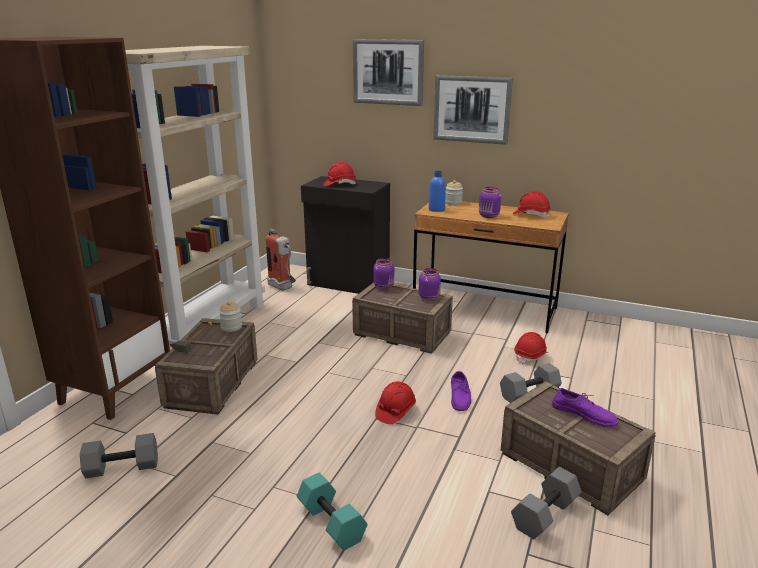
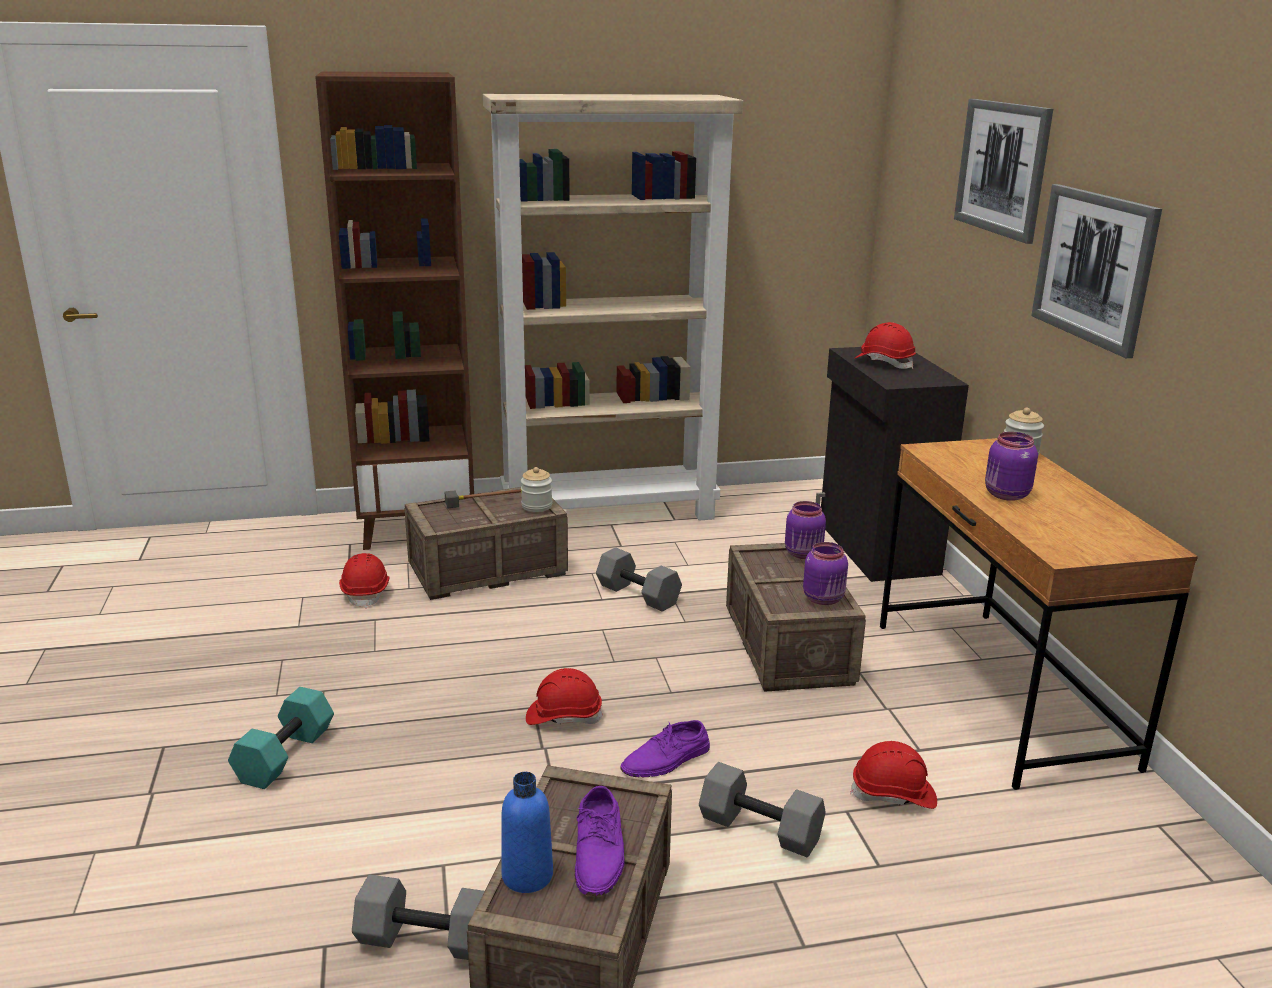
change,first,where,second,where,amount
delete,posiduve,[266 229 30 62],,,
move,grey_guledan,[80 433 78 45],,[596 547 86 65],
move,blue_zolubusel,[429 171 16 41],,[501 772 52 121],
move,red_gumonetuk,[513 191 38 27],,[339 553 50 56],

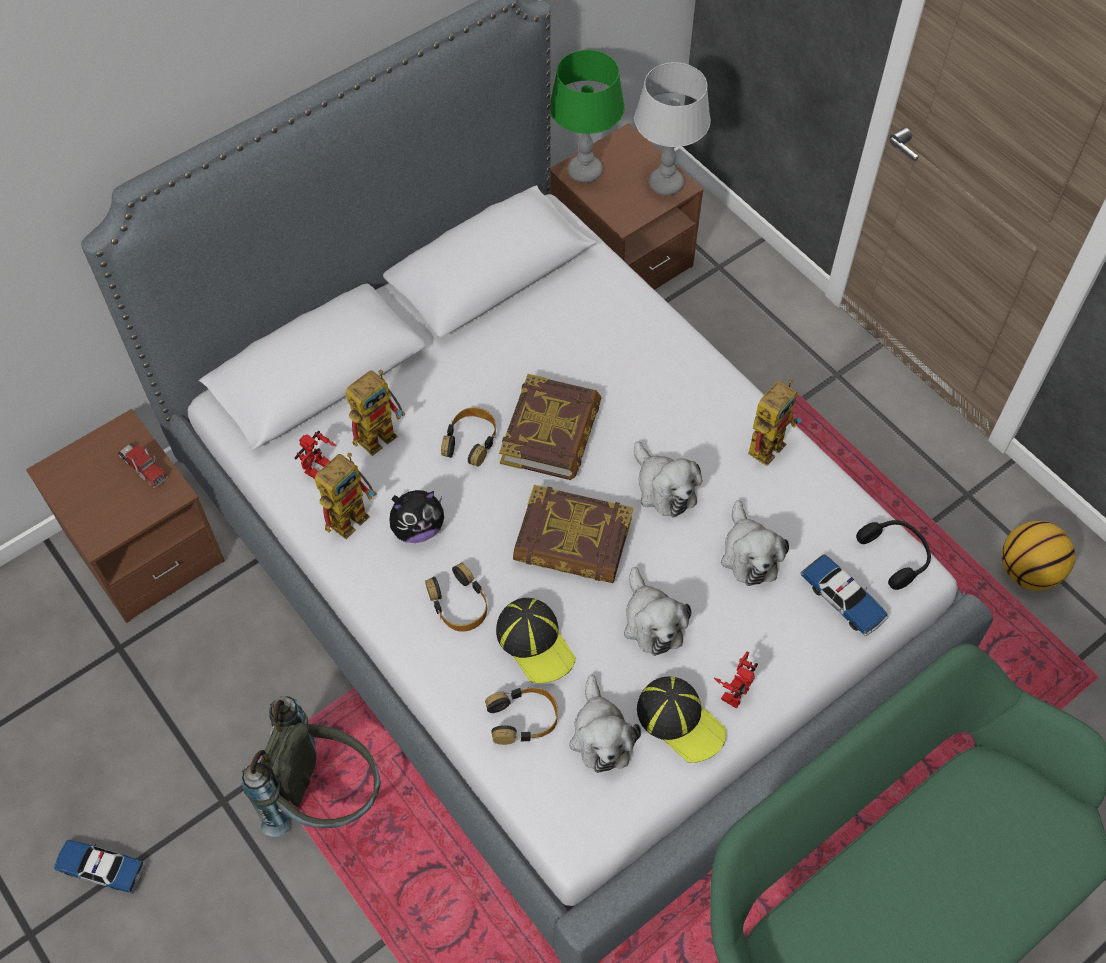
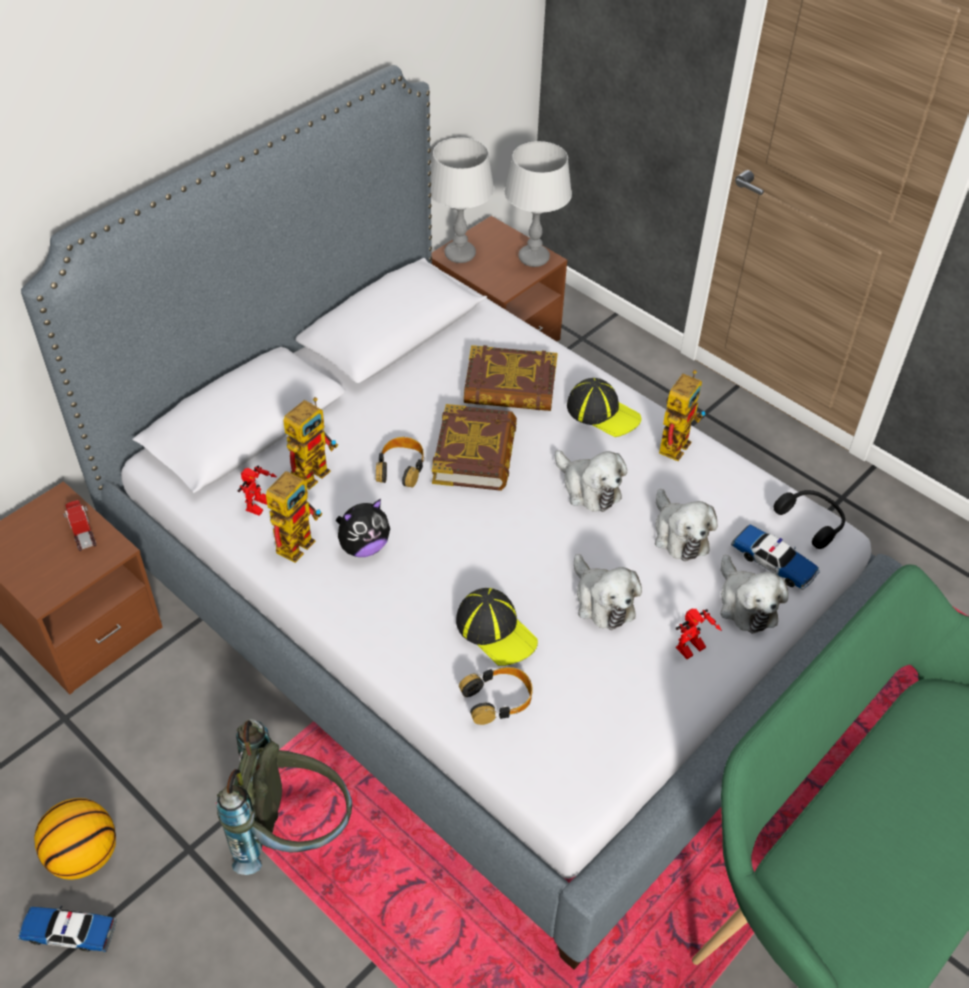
change,first,where,second,where,amount
delete,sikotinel,[425 563 62 69],,,
move,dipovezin,[513 485 120 98],,[464 345 94 66],
move,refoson,[569 675 72 98],,[720 555 68 79],
move,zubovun,[637 676 89 87],,[567 378 74 59],
move,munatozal,[1002 521 73 70],,[34 798 82 82],
recolor,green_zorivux,[550 50 75 133],grey_zorivux,[430 137 64 126],
rotate,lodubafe,[118 443 50 45],,[63 500 33 51],150 degrees counterclockwise
rotate,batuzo,[714 652 44 57],,[676 608 46 51],150 degrees counterclockwise

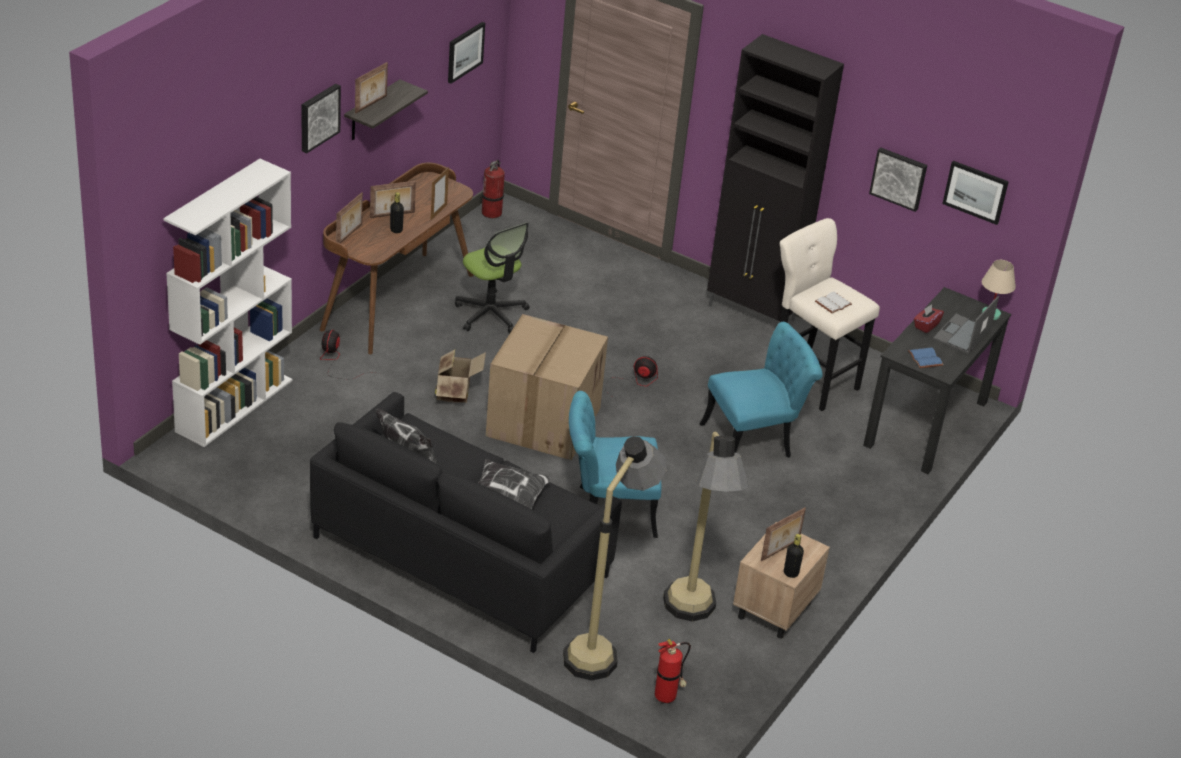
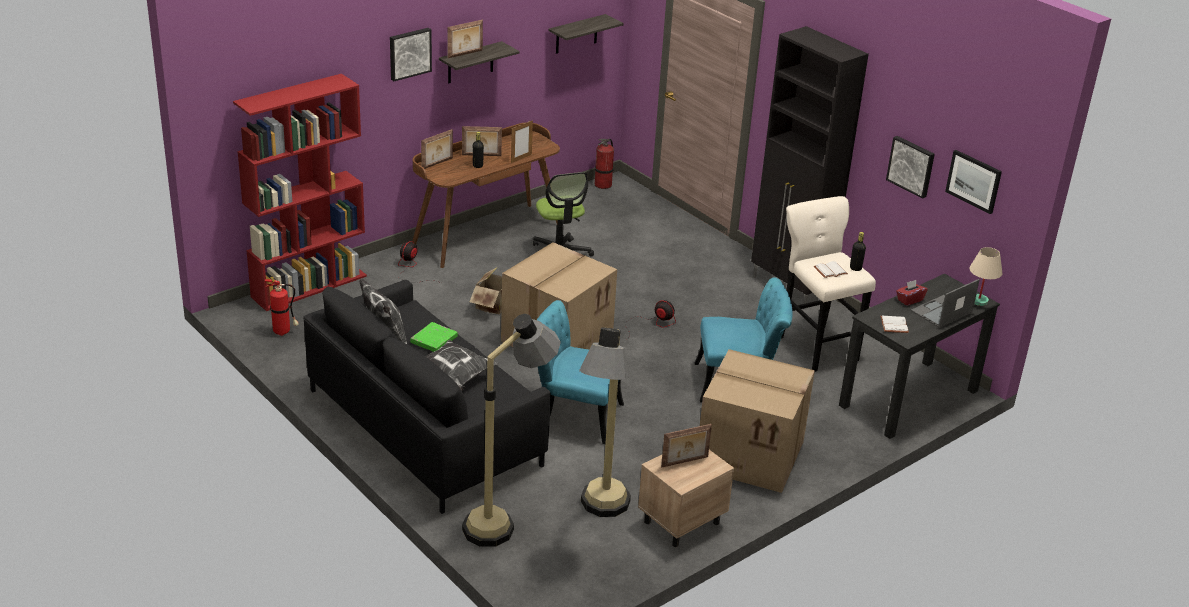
change,first,where,second,where,amount
insert,,,green_dipovezin,[410 322 48 30],
insert,,,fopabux,[700 349 115 144],
move,posiduve,[655 639 36 64],,[264 277 35 59],
move,black_zolubusel,[784 534 20 44],,[850 232 16 39],
replace,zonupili,[448 22 37 62],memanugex,[548 14 76 40],
recolor,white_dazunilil,[163 159 129 288],red_dazunilil,[233 74 134 237],
recolor,blue_dipovezin,[908 347 35 21],white_dipovezin,[880 316 29 17],

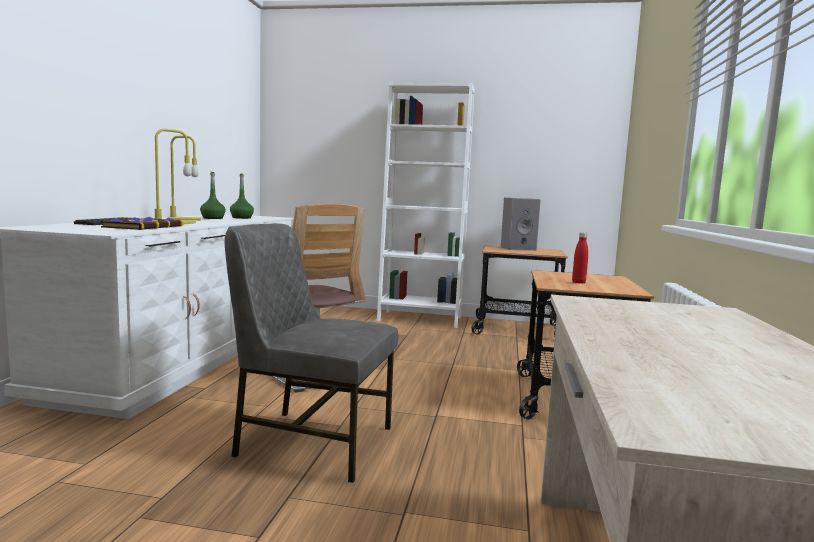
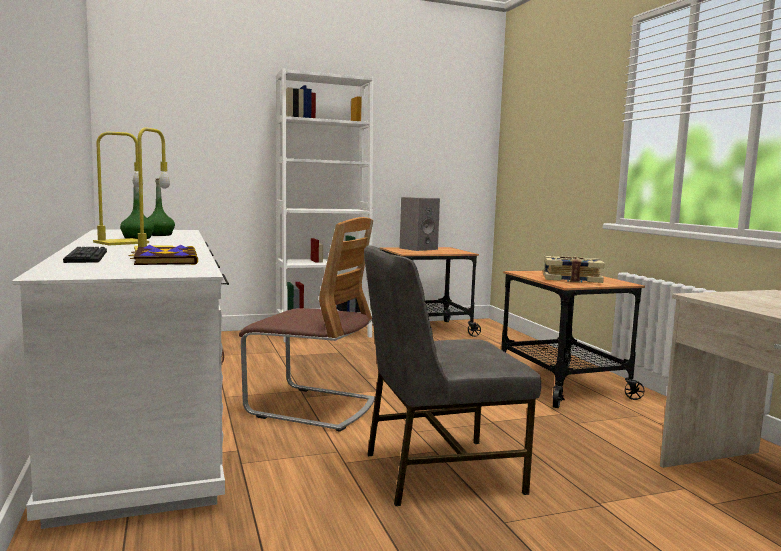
change,first,where,second,where,amount
replace,red_zolubusel,[572 232 16 52],dipovezin,[543 256 62 27],

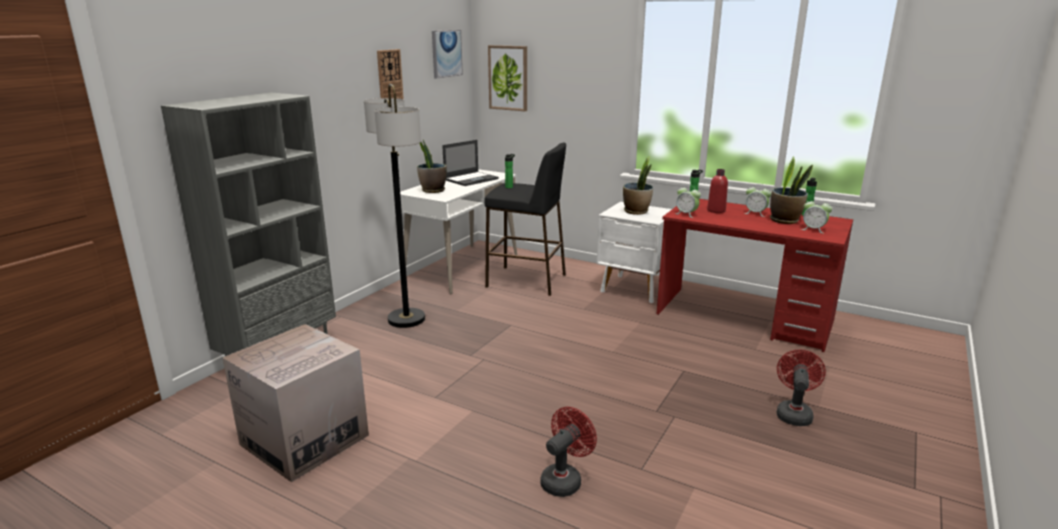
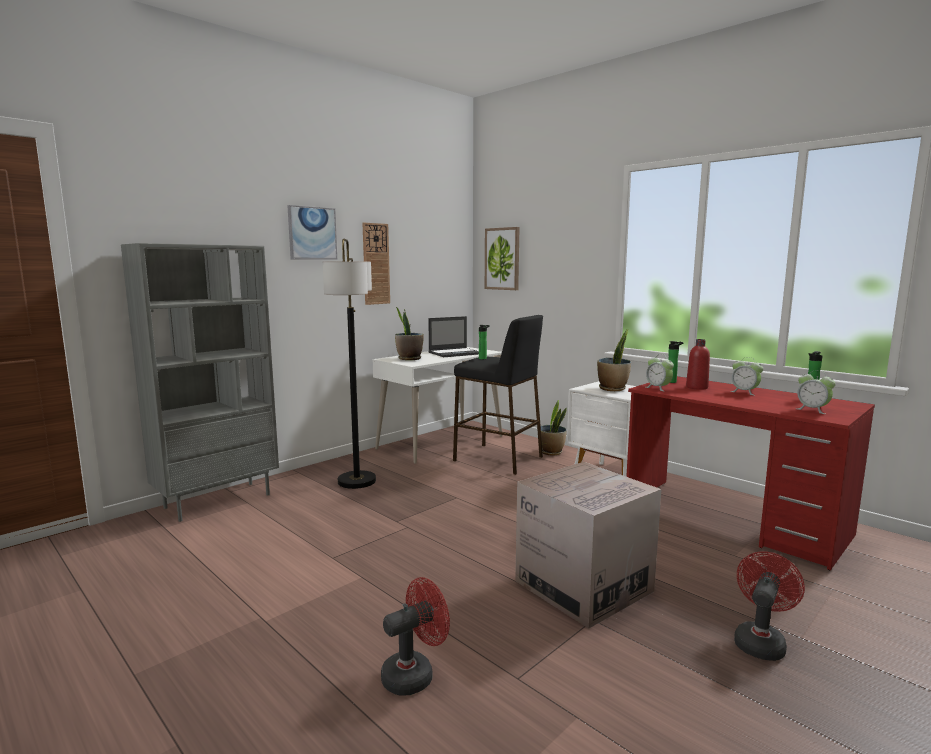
change,first,where,second,where,amount
move,fopabux,[223 324 146 158],,[515 462 146 167],
move,zonupili,[432 30 31 48],,[287 205 50 55],
move,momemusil,[770 156 43 68],,[541 400 26 56],

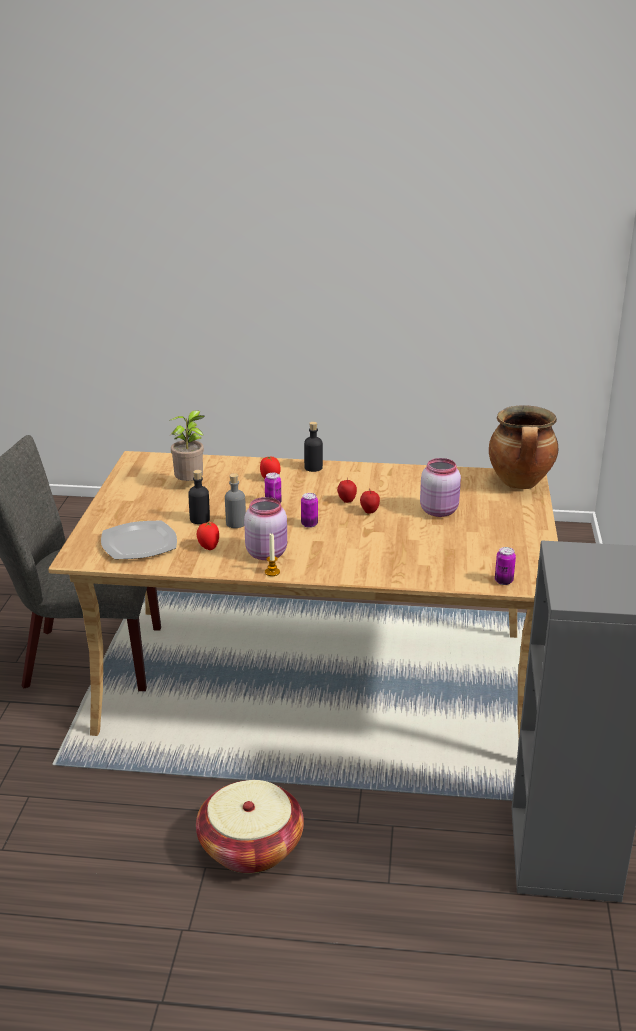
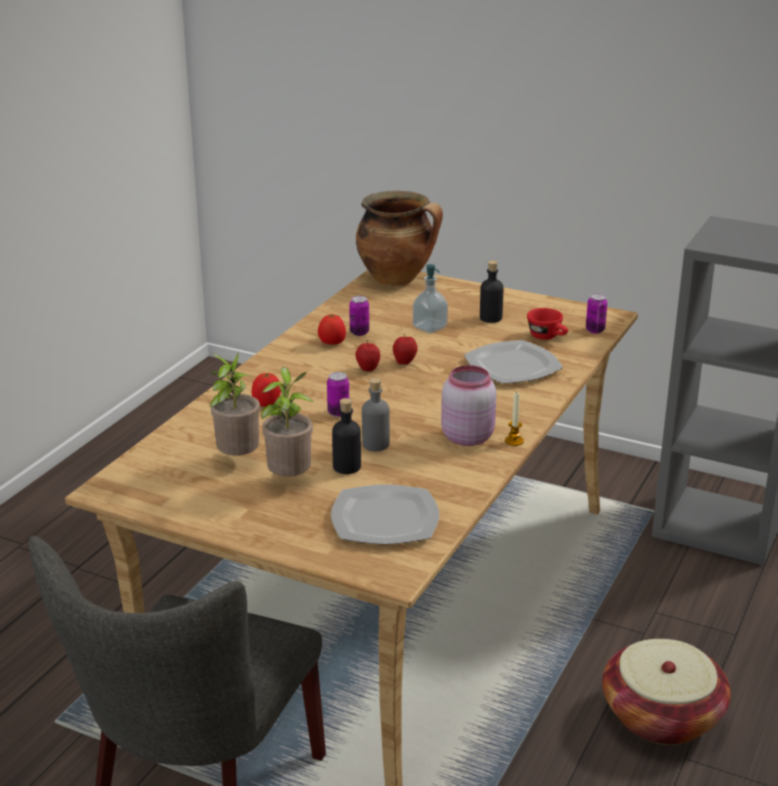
change,first,where,second,where,amount
insert,,,momemusil,[261 367 52 110],
insert,,,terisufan,[464 340 99 44],
insert,,,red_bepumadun,[527 308 41 32],
move,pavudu,[197 522 22 28],,[318 314 28 31],
move,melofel,[301 493 17 35],,[349 296 20 40],
move,black_zolubusel,[304 422 19 50],,[480 260 23 63],
replace,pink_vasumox,[420 458 41 59],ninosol,[412 264 36 70],

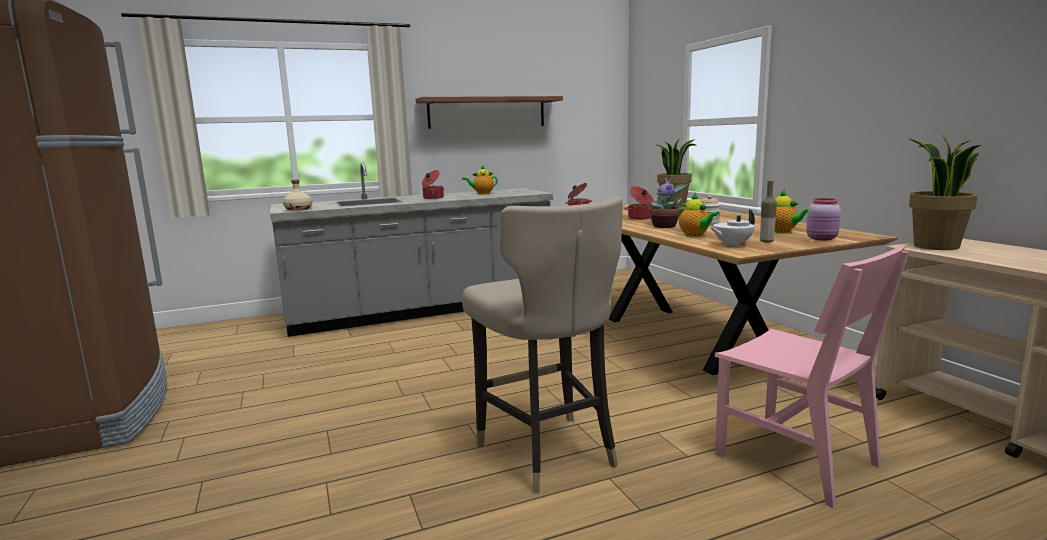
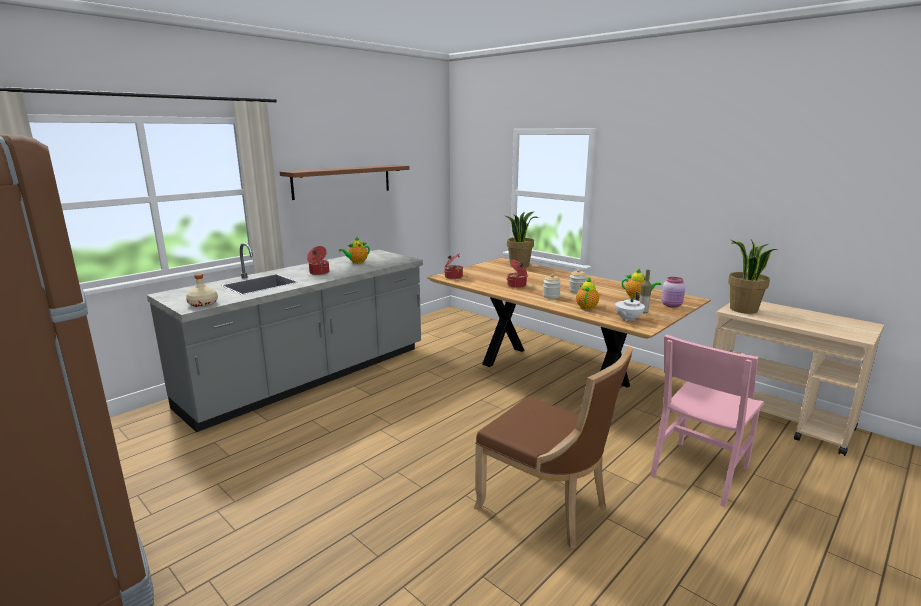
change,first,where,second,where,amount
replace,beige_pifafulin,[462 196 161 297],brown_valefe,[474 346 159 202],
replace,momemusil,[648 176 42 52],vasumox,[543 274 18 25],
rotate,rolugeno,[679 193 41 43],,[576 276 23 34],105 degrees counterclockwise
rotate,pink_valefe,[714 245 195 263],,[650 334 114 173],105 degrees clockwise

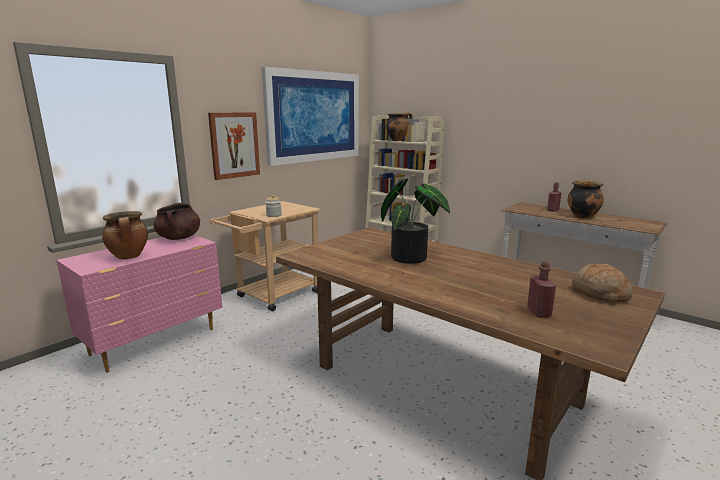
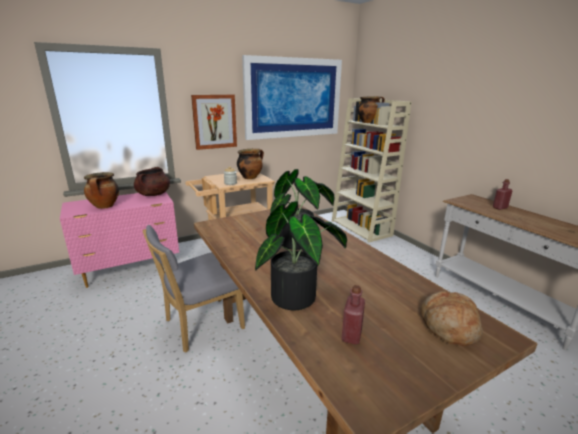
change,first,where,second,where,amount
insert,,,grey_valefe,[142 225 103 128],
insert,,,momemusil,[255 201 92 109],
move,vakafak,[568 180 36 39],,[237 149 27 30],

